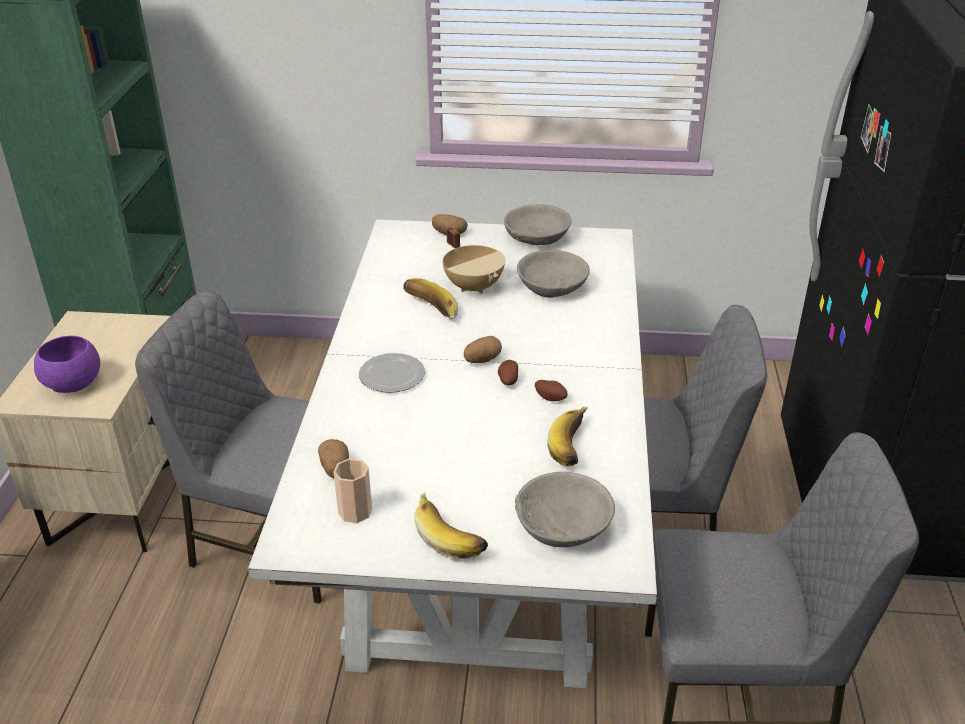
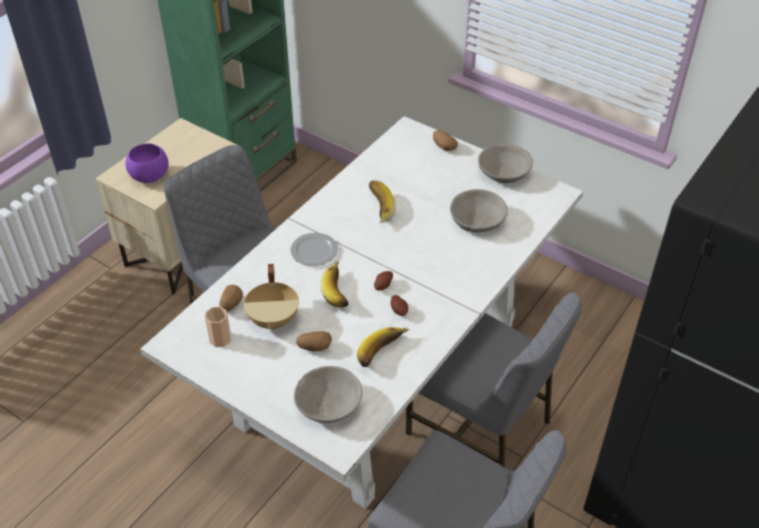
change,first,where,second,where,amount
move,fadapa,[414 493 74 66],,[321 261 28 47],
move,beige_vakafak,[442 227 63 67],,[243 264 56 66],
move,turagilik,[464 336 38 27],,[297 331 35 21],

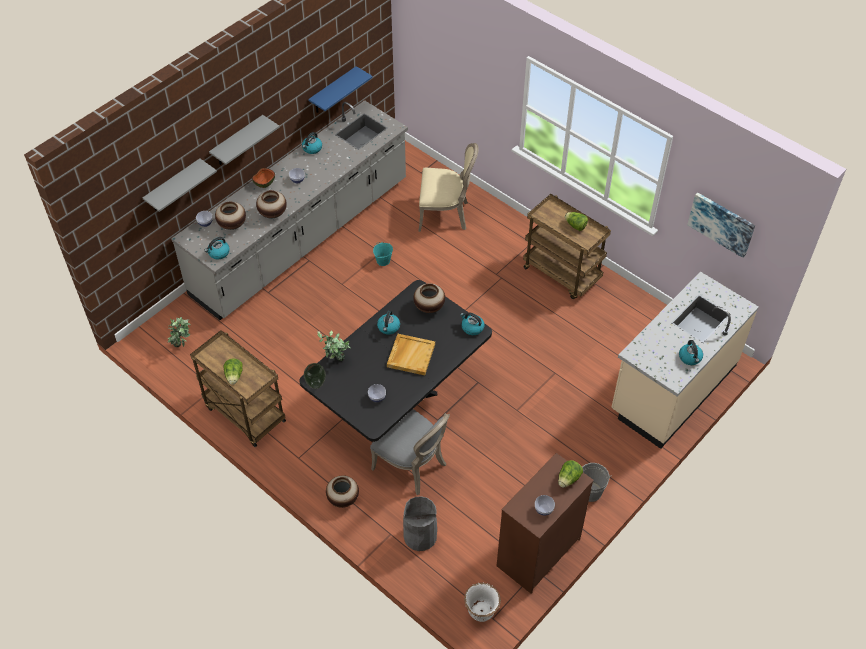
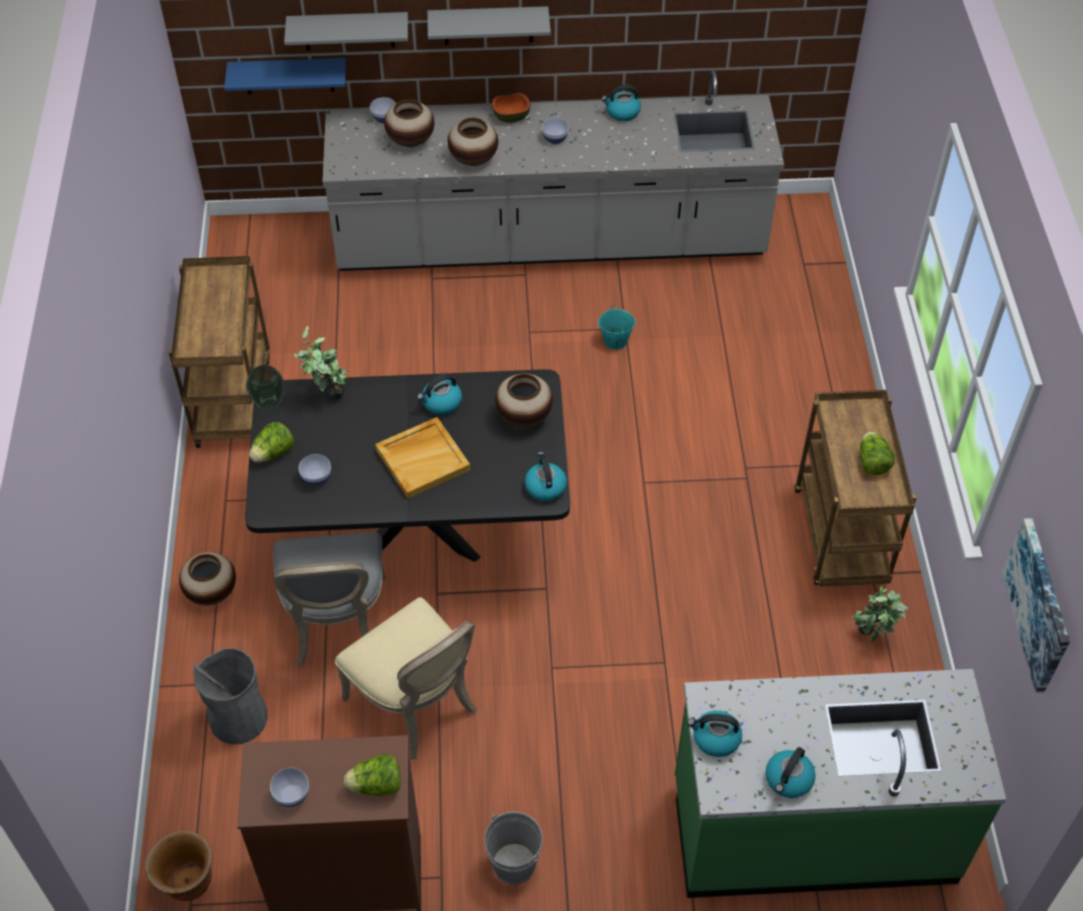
change,first,where,second,where,amount
move,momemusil,[168 317 23 30],,[852 583 57 59],
move,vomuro,[205 237 25 22],,[687 711 55 46],
move,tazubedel,[223 358 20 27],,[249 422 45 41],
move,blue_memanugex,[308 66 65 47],,[224 58 122 37],
move,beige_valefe,[418 143 61 89],,[335 597 142 163],
recolor,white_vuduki,[464 583 37 39],brown_vuduki,[145 830 68 71],
recolor,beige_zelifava,[611 272 148 177],green_zelifava,[675 669 331 229],

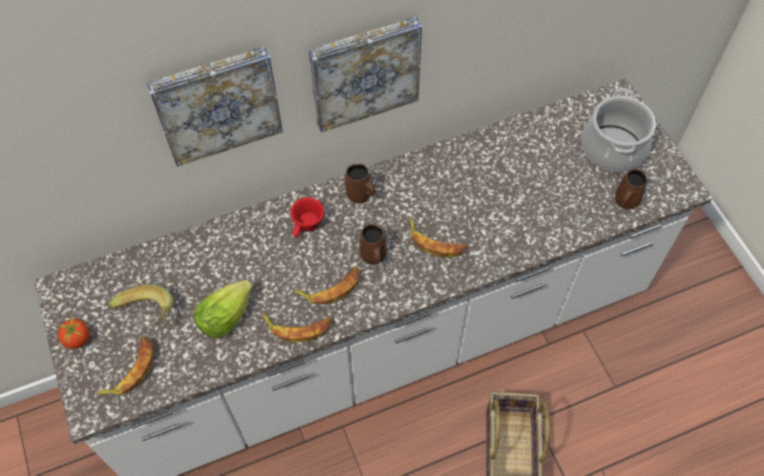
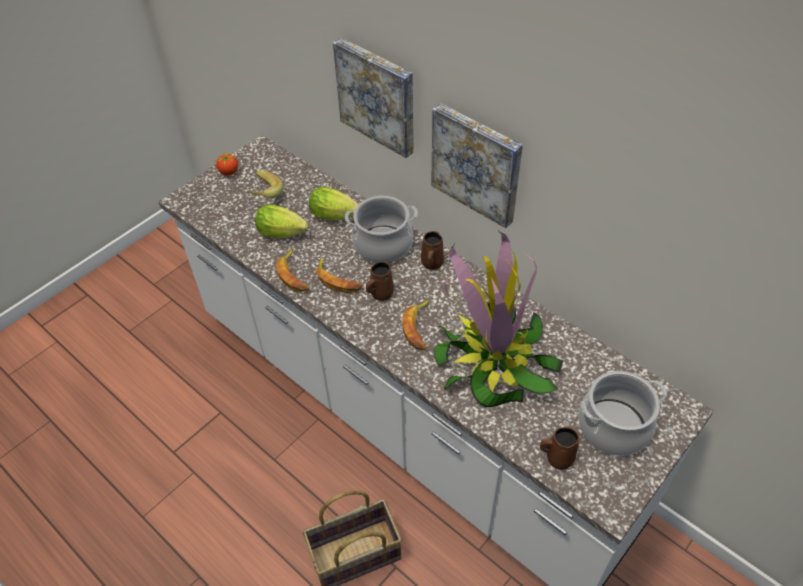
change,first,where,second,where,amount
delete,fadapa,[96 337 58 58],,,
insert,,,tazubedel,[309 187 50 33],
insert,,,momemusil,[434 231 129 176],
replace,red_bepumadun,[290 197 34 40],vakafak,[345 196 73 67],

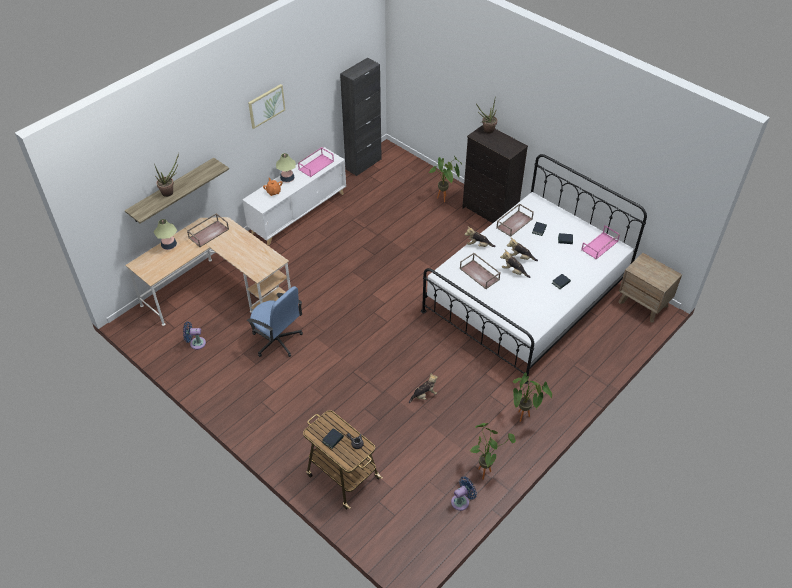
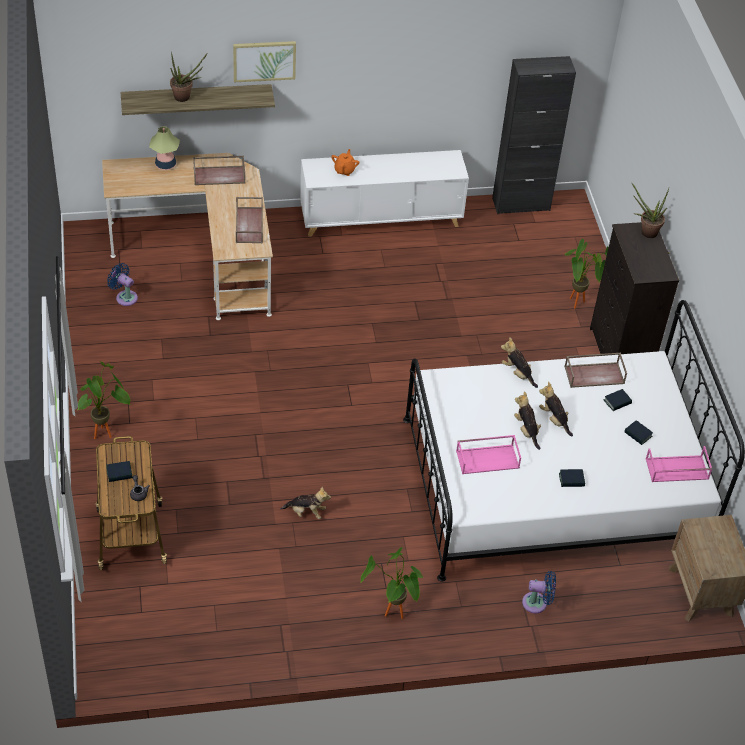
change,first,where,second,where,amount
delete,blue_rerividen,[247 286 56 71],,,
delete,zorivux,[276 153 20 30],,,
move,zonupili,[248 84 37 45],,[233 41 63 41],
move,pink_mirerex,[298 147 36 30],,[456 435 65 39],
move,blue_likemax,[451 476 26 35],,[522 571 34 42],
move,brown_mirerex,[460 253 41 36],,[236 197 27 46],
move,momemusil,[470 423 46 57],,[78 361 52 78],

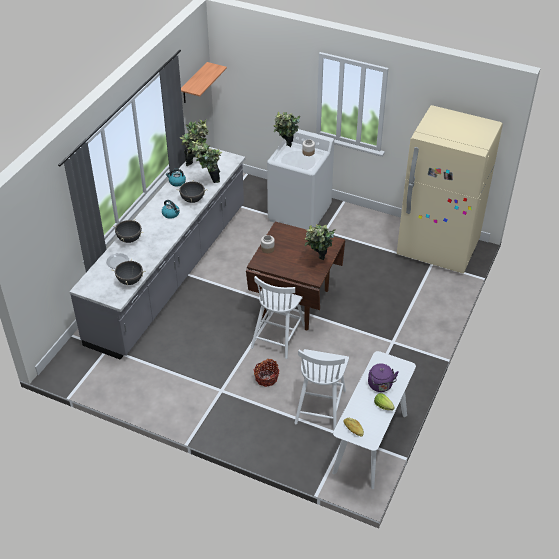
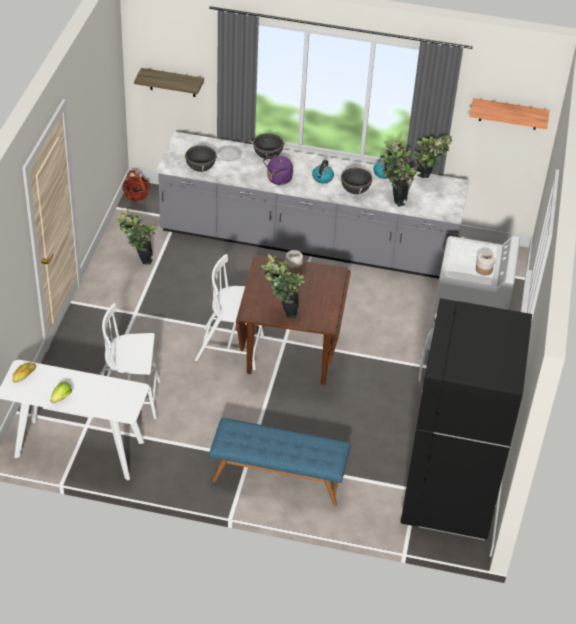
change,first,where,second,where,amount
insert,,,memanugex,[134 68 70 29],
insert,,,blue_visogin,[209 418 142 88],
move,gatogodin,[254 359 26 28],,[122 170 27 31],
move,momemusil,[273 112 27 35],,[116 209 39 56],
move,purple_vomuro,[368 363 31 29],,[263 154 30 31],
recolor,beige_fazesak,[397 105 106 169],black_fazesak,[401 298 131 242],

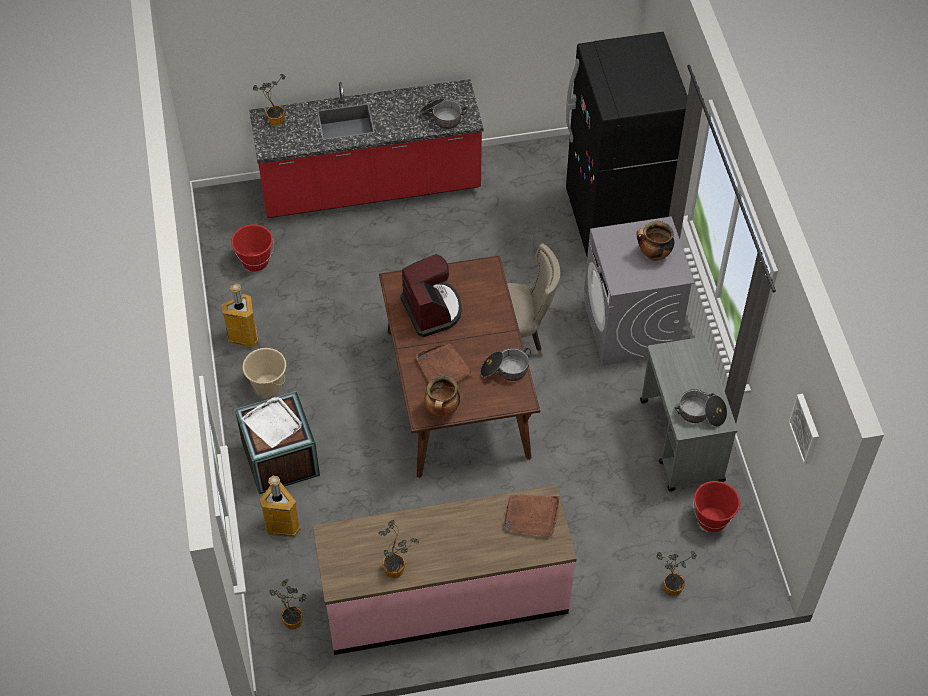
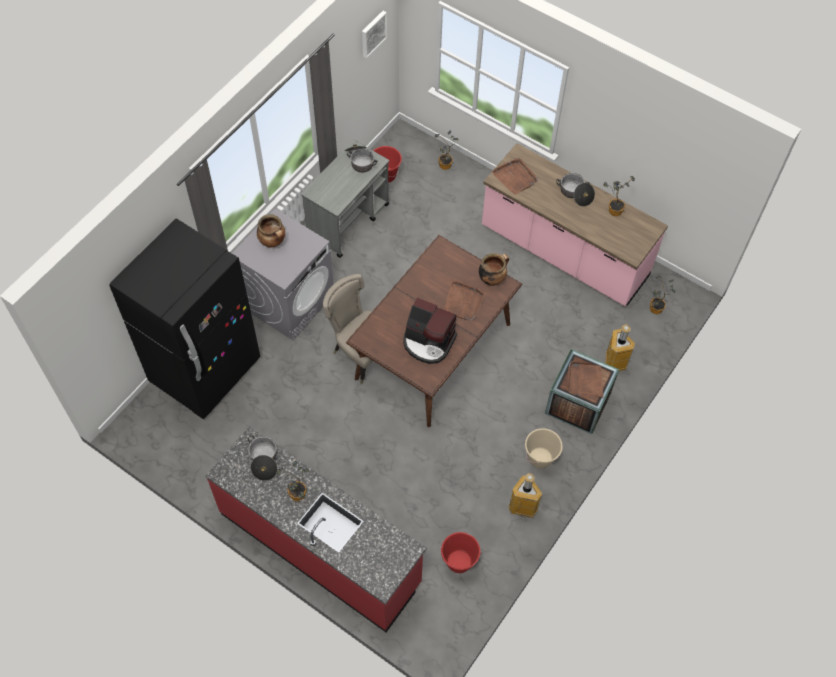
change,first,where,second,where,amount
move,momemusil,[253 74 33 52],,[277 461 32 40],
move,vakafak,[480 348 51 33],,[556 173 39 34],
recolor,white_mirerex,[241 397 61 51],brown_mirerex,[567 361 36 36],
rotate,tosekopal,[400 254 62 83],,[403 298 54 66],90 degrees counterclockwise

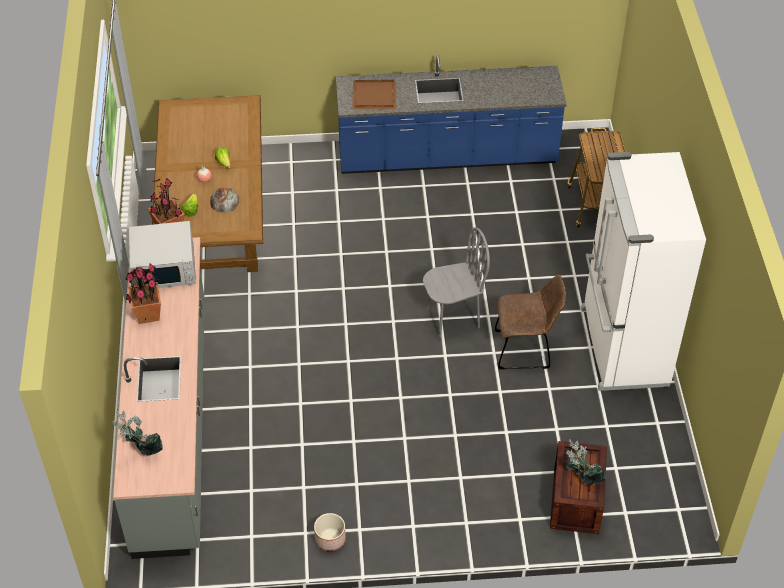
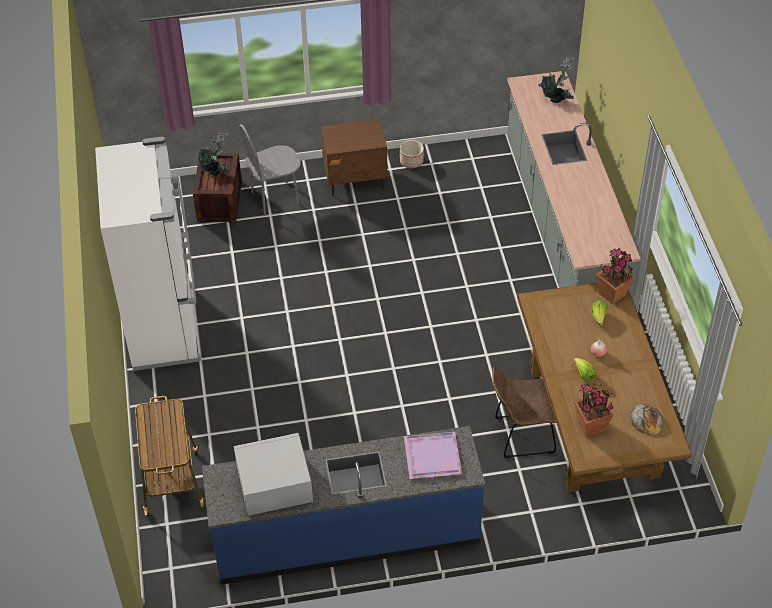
change,first,where,second,where,amount
insert,,,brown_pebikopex,[321 119 67 77],
move,momemusil,[125 264 36 60],,[574 377 40 60],
move,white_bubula,[129 221 67 67],,[234 433 79 83],
move,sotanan,[210 188 29 25],,[630 404 33 31],
move,grey_valefe,[423 227 67 110],,[239 124 62 92],
move,brown_valefe,[495 275 71 94],,[492 367 64 91],
recolor,brown_mirerex,[352 80 44 29],purple_mirerex,[404 432 58 47],

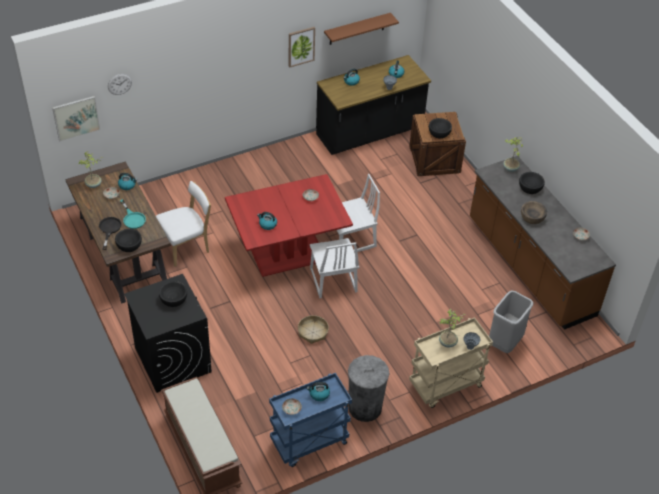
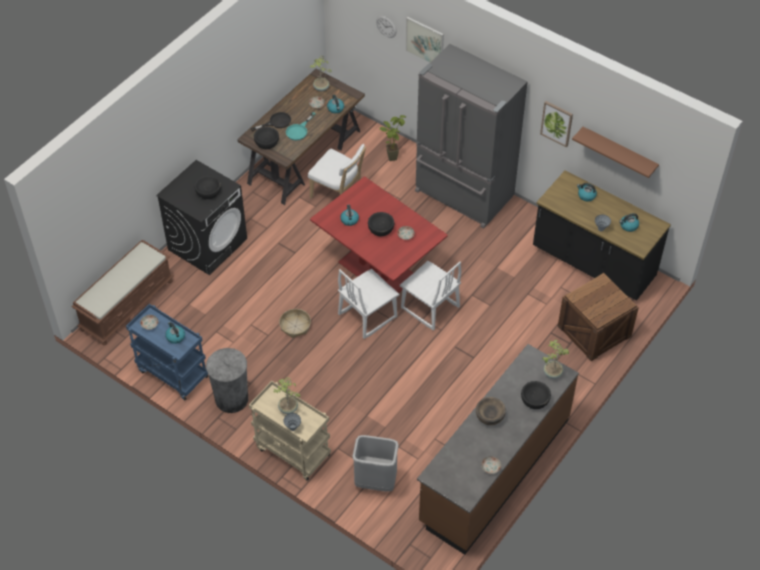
change,first,where,second,where,amount
insert,,,momemusil,[380 115 26 46],
insert,,,grey_fazesak,[415 44 113 185],
move,zonupili,[52 96 48 45],,[406 17 38 46],
move,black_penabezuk,[429 118 23 20],,[368 212 26 24],

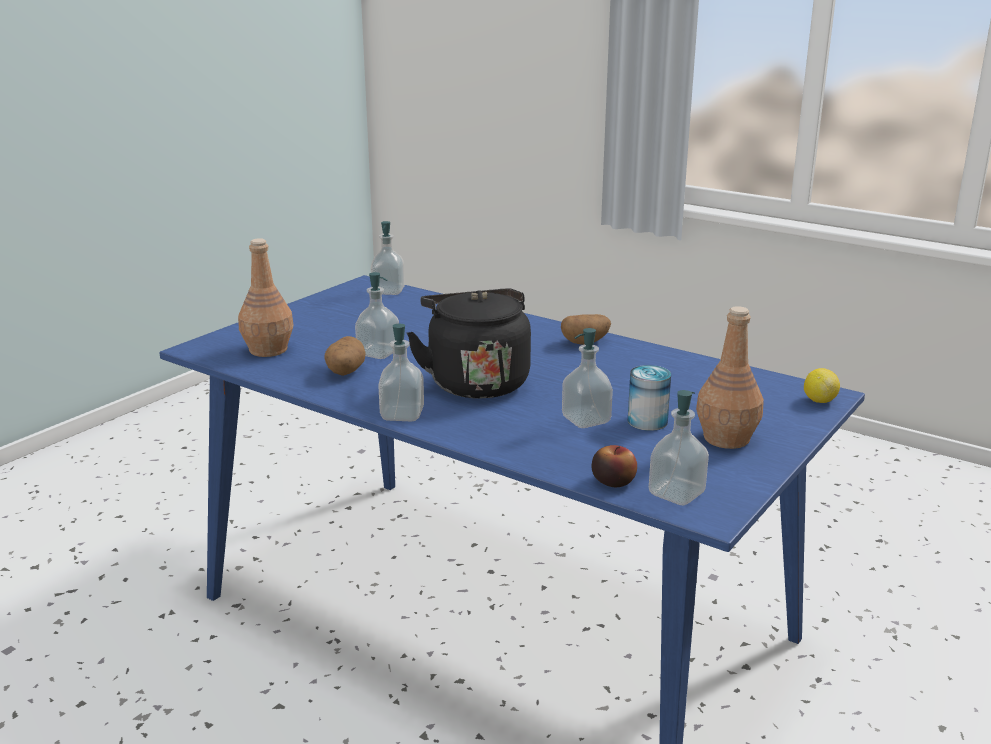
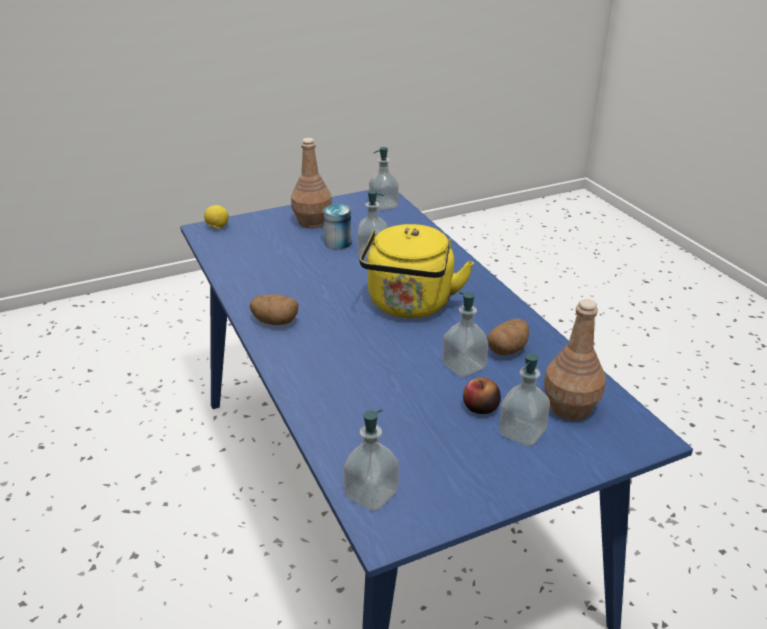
change,first,where,second,where,amount
move,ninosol,[378 324 46 98],,[499 353 51 93],
move,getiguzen,[591 445 46 42],,[463 378 38 36],
recolor,black_vomuro,[407 288 124 111],yellow_vomuro,[359 224 115 94],

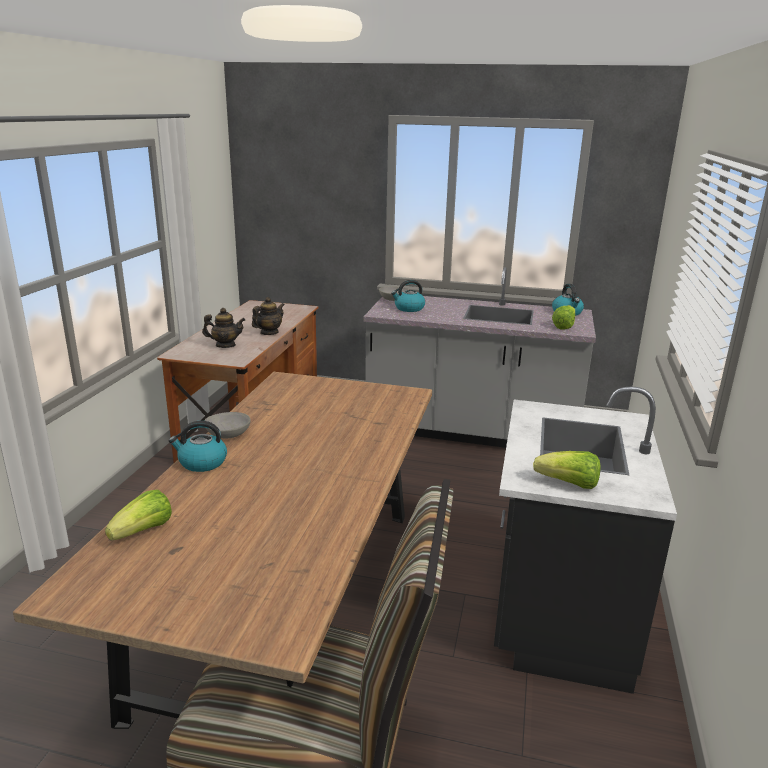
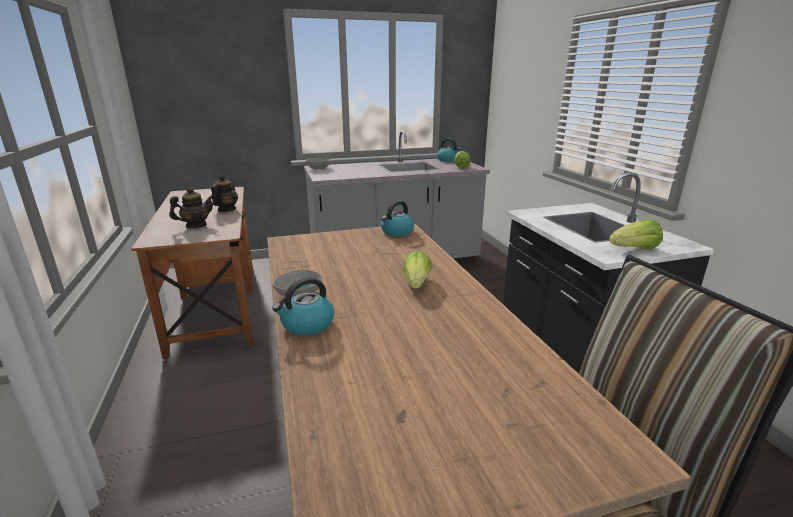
change,first,where,second,where,amount
move,tazubedel,[105 489 67 51],,[403 251 29 38],
move,vomuro,[391 280 34 32],,[381 201 33 35],

